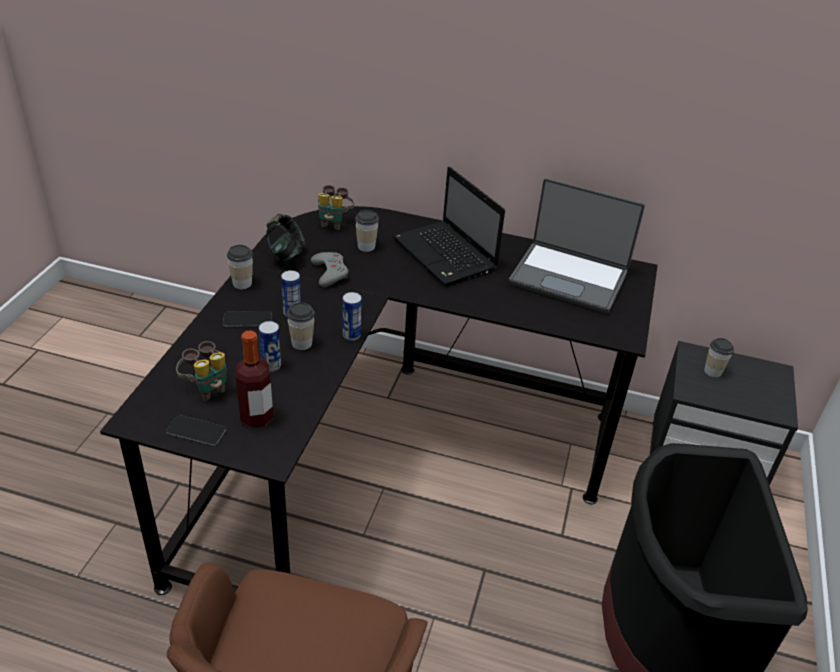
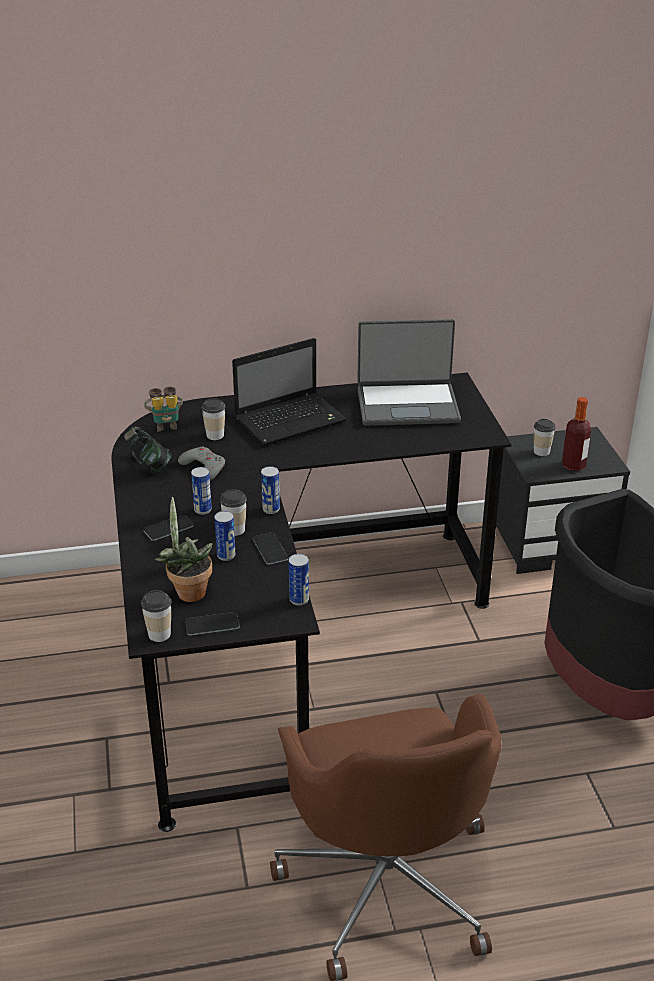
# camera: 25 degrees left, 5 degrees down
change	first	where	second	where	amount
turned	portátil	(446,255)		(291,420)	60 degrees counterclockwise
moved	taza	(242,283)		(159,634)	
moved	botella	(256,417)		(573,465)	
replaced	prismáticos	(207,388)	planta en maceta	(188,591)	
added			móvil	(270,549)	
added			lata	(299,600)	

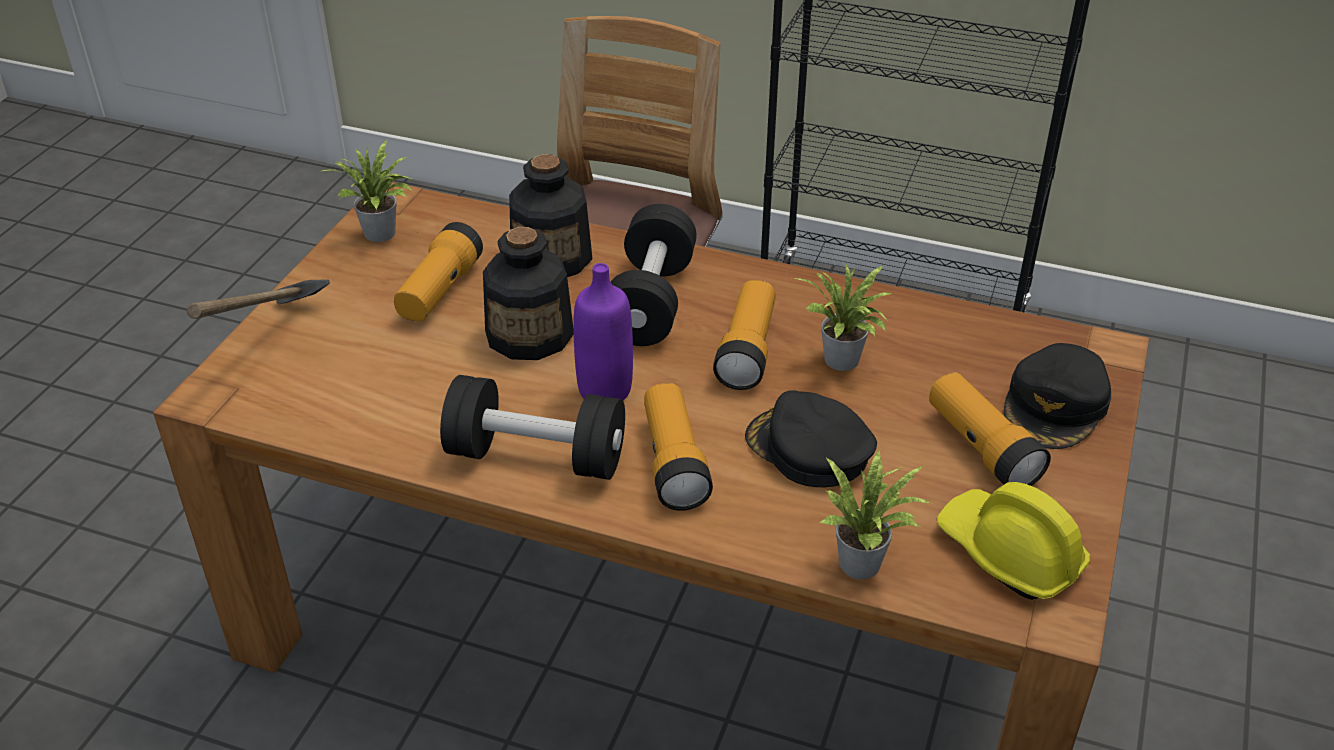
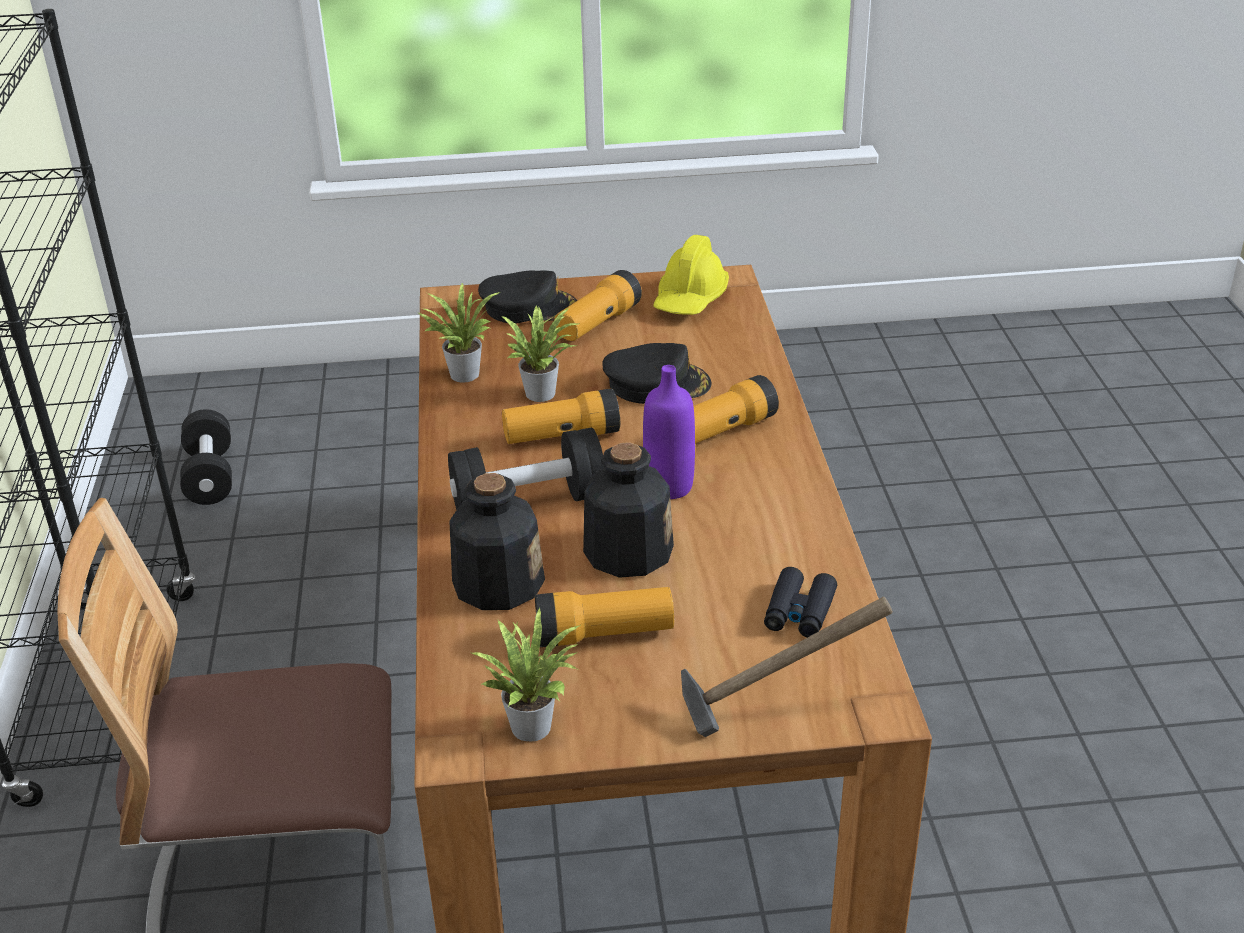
# camera: 115 degrees left, 5 degrees down
change	first	where	second	where	amount
moved	mancuerna/negro	(536,456)		(210,476)	
turned	gorra/negro	(808,449)		(657,383)	105 degrees counterclockwise
moved	planta en maceta	(865,563)		(462,373)	
added			prismáticos/negro	(799,612)	

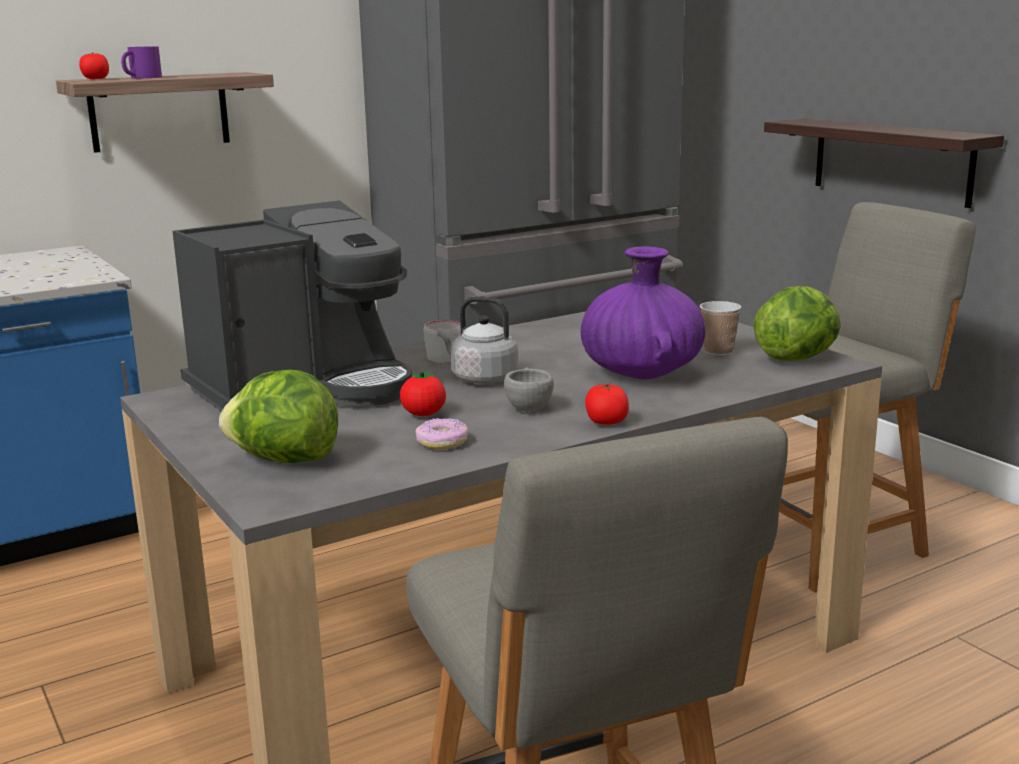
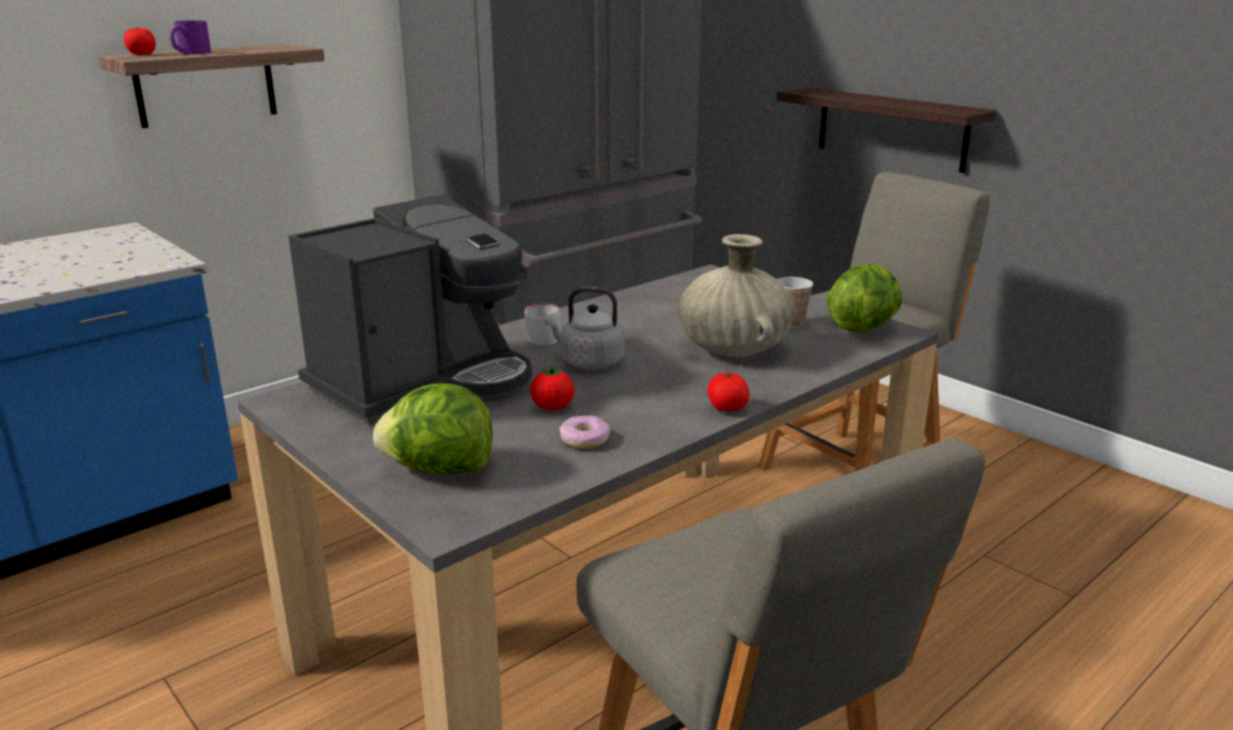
# camera: 10 degrees left, 5 degrees up
change	first	where	second	where	amount
recoloured	florero/morado	(642,372)	florero/beis	(734,349)	
removed	taza/gris	(528,406)			

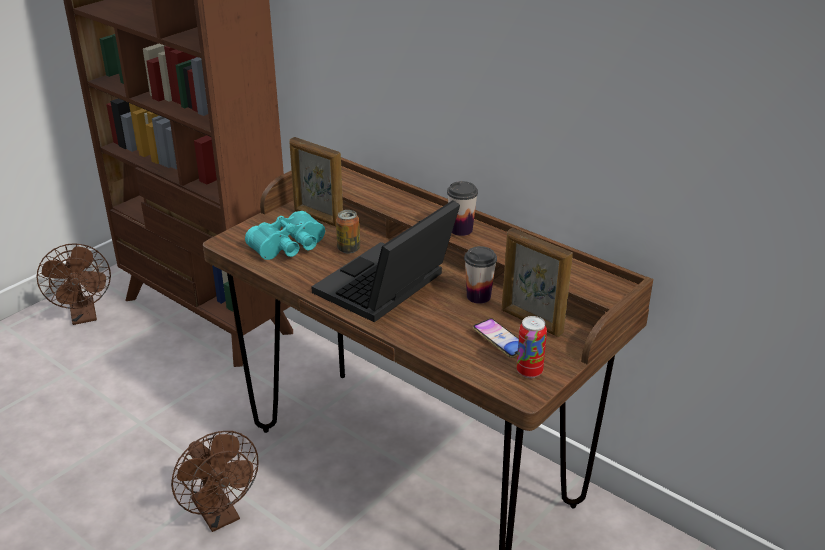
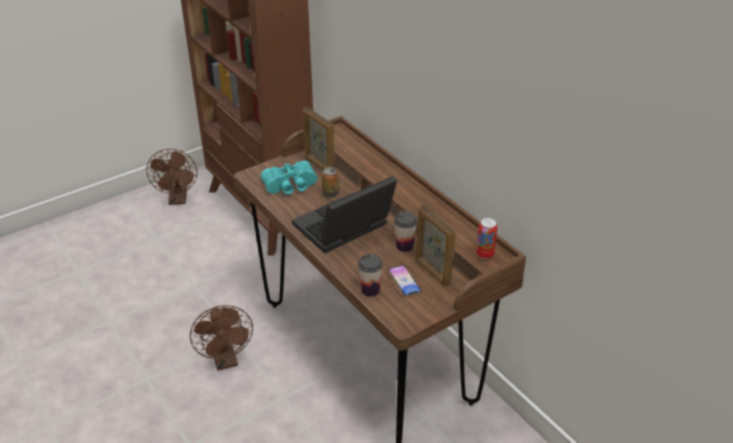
# camera: 15 degrees right, 5 degrees up
change	first	where	second	where	amount
moved	taza	(461,230)		(370,290)	
moved	lata	(529,371)		(484,254)	

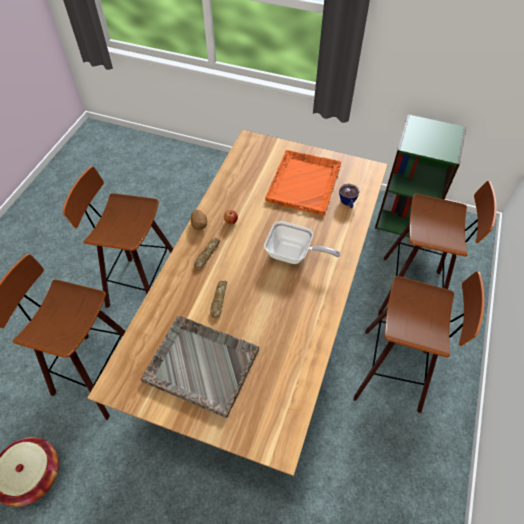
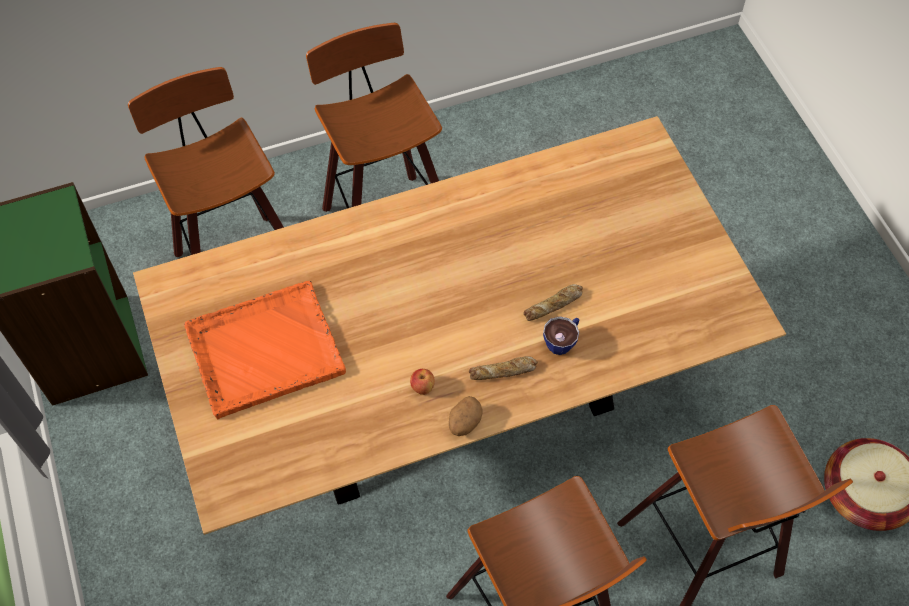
# camera: 130 degrees left, 5 degrees up
change	first	where	second	where	amount
moved	taza	(348,203)		(562,341)	
removed	sartén	(293,254)			
removed	bandeja/gris	(200,364)			

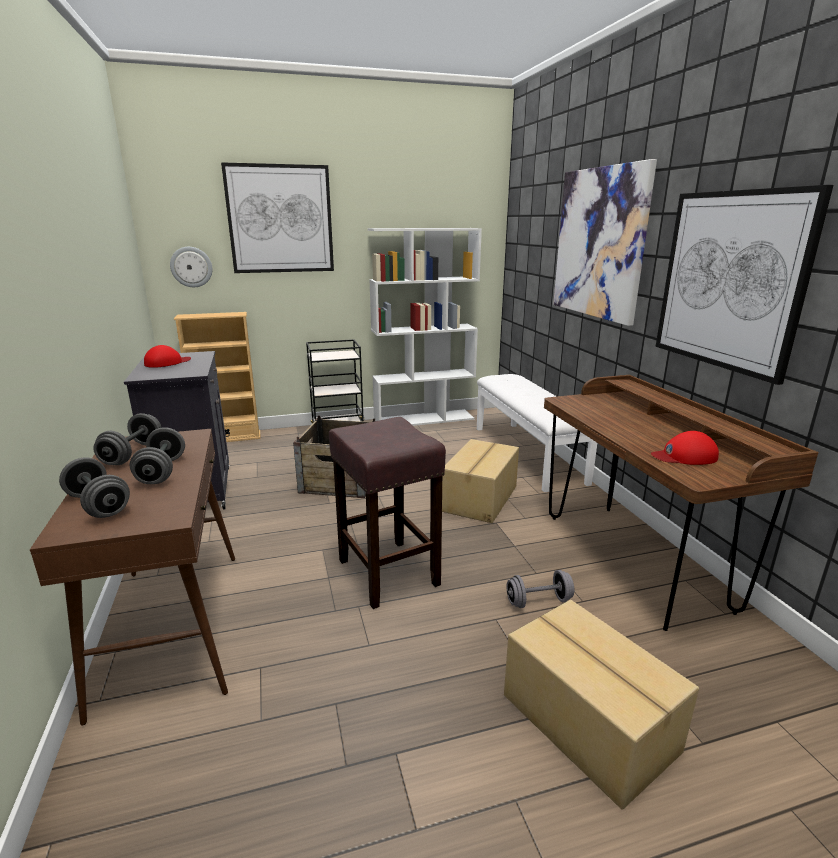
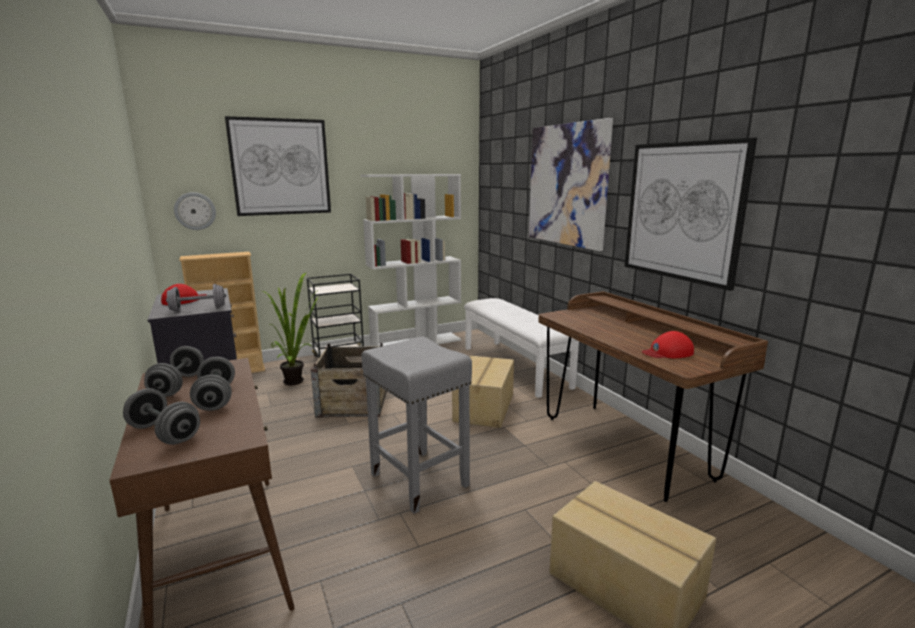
# camera: 10 degrees left, 5 degrees down
change	first	where	second	where	amount
recoloured	taburete/marrón	(387,571)	taburete/gris	(418,479)	
moved	mancuerna/gris	(538,601)		(198,309)	
added			planta en maceta	(298,380)	

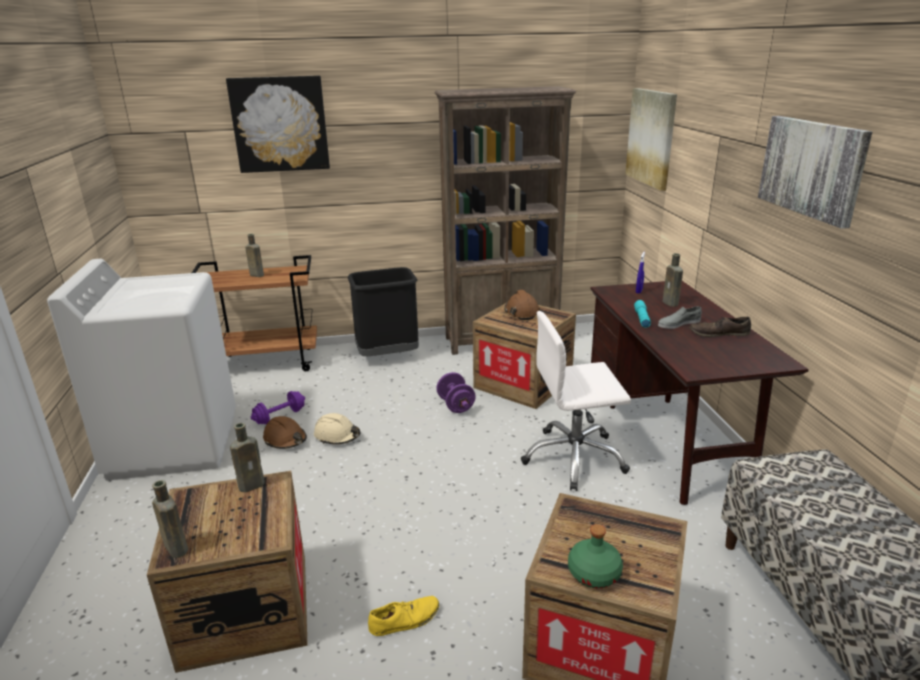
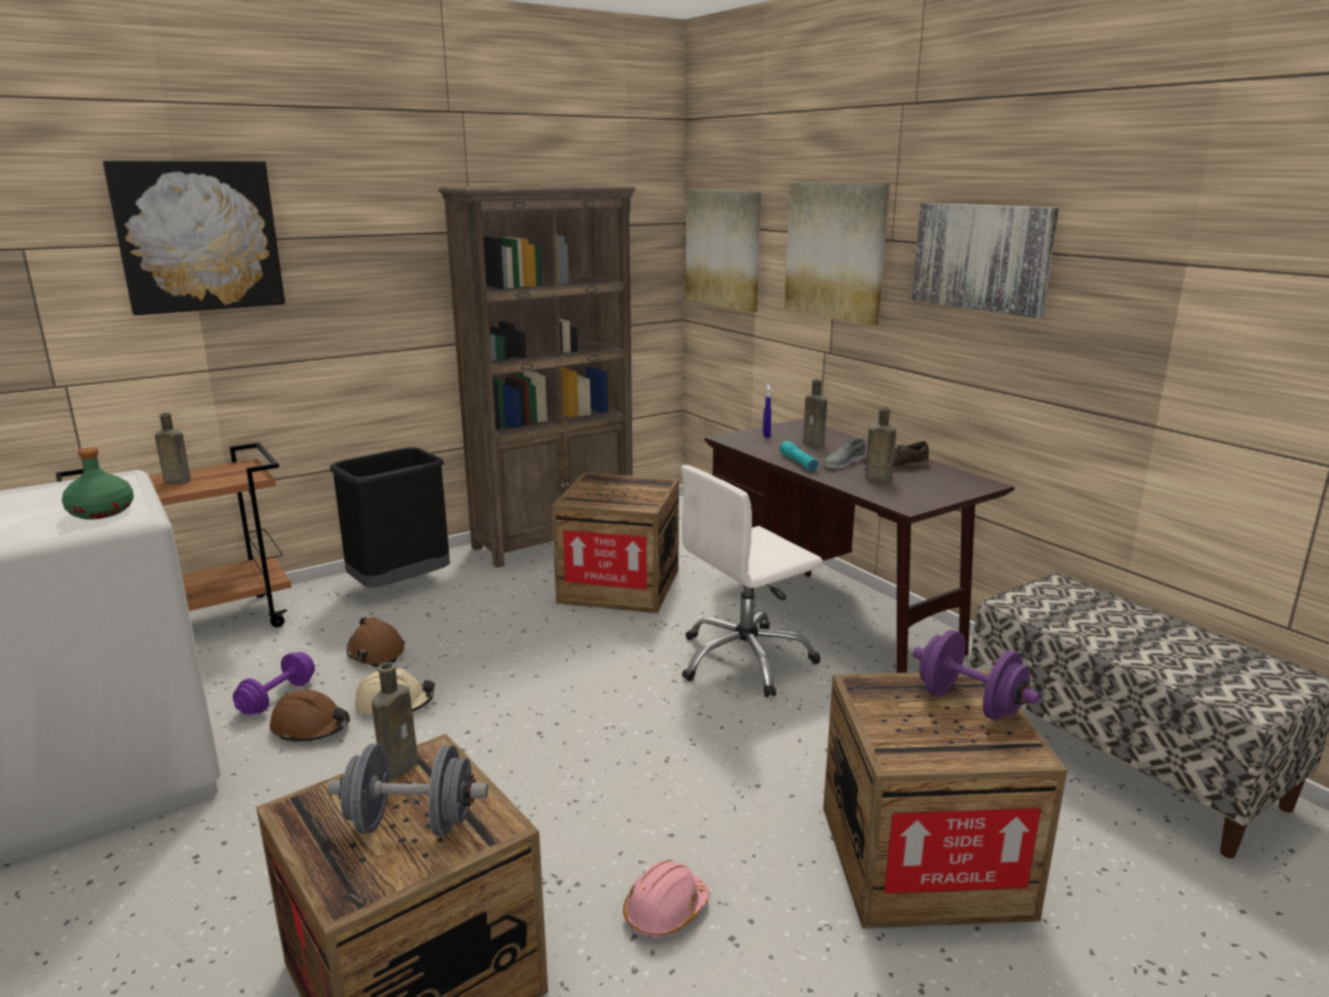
# camera: 25 degrees left, 5 degrees down
change	first	where	second	where	amount
moved	casco/marrón	(521,312)		(375,652)	
moved	mancuerna/morado	(456,405)		(969,704)	
moved	botella/marrón	(175,547)		(876,478)	
moved	botella/verde	(594,574)		(102,512)	
replaced	zapato/amarillo	(404,620)	casco/rosa	(666,911)	
added			cuadro	(835,251)	
added			mancuerna/gris	(412,823)	

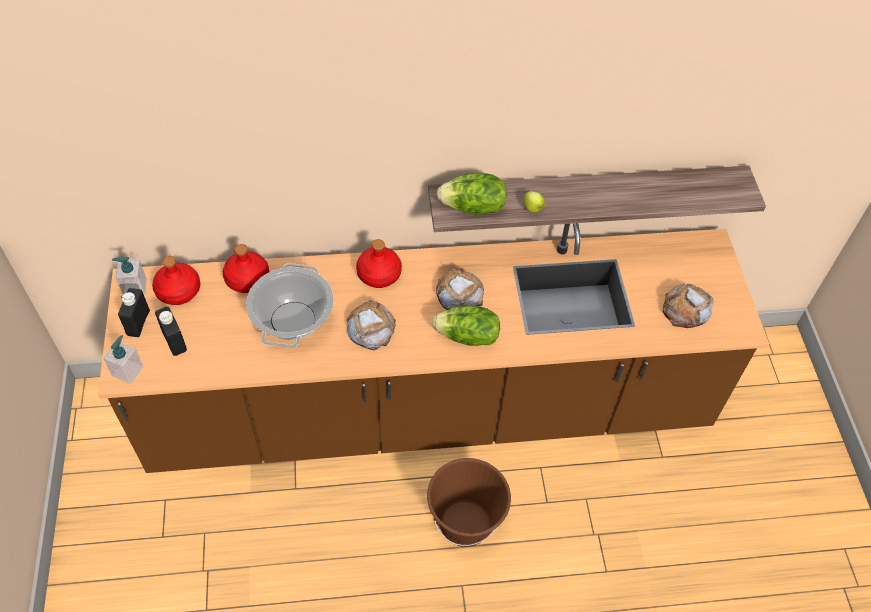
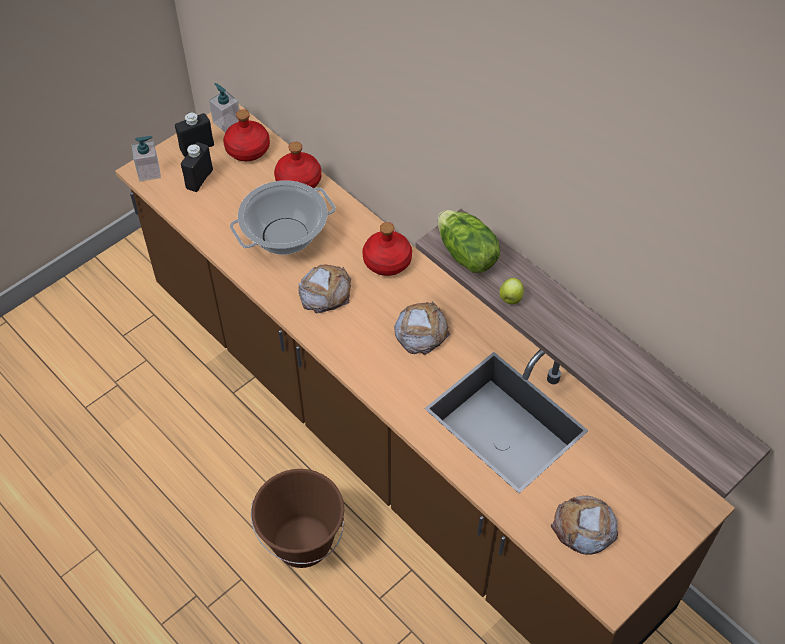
# camera: 55 degrees right, 0 degrees up
change	first	where	second	where	amount
removed	lechuga	(467,337)			

